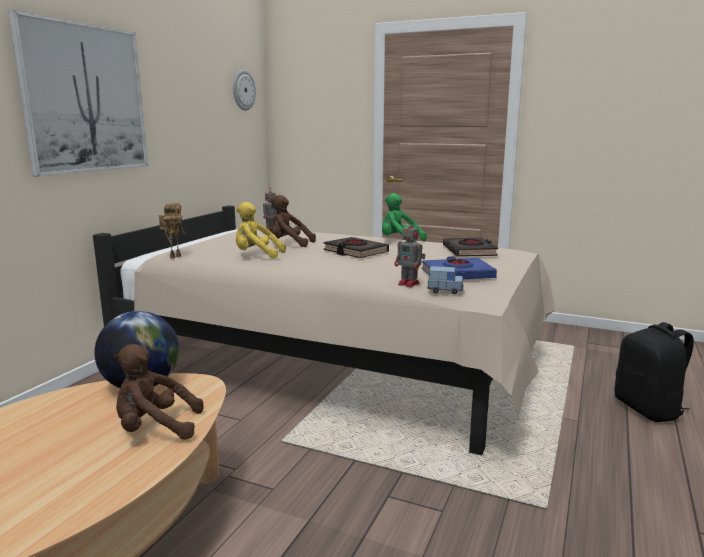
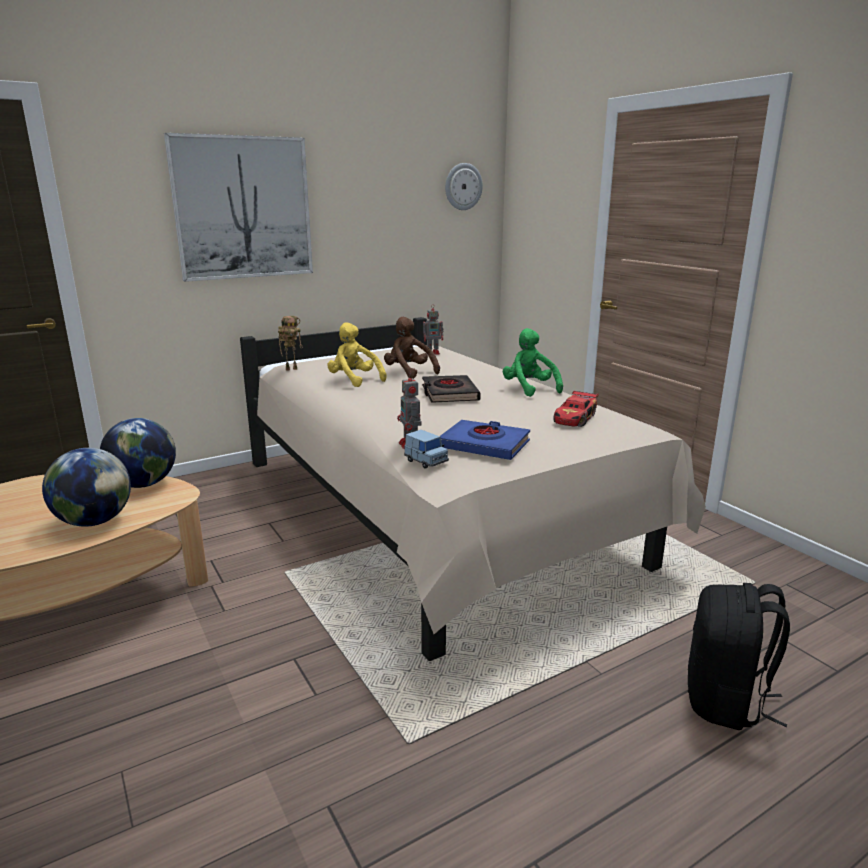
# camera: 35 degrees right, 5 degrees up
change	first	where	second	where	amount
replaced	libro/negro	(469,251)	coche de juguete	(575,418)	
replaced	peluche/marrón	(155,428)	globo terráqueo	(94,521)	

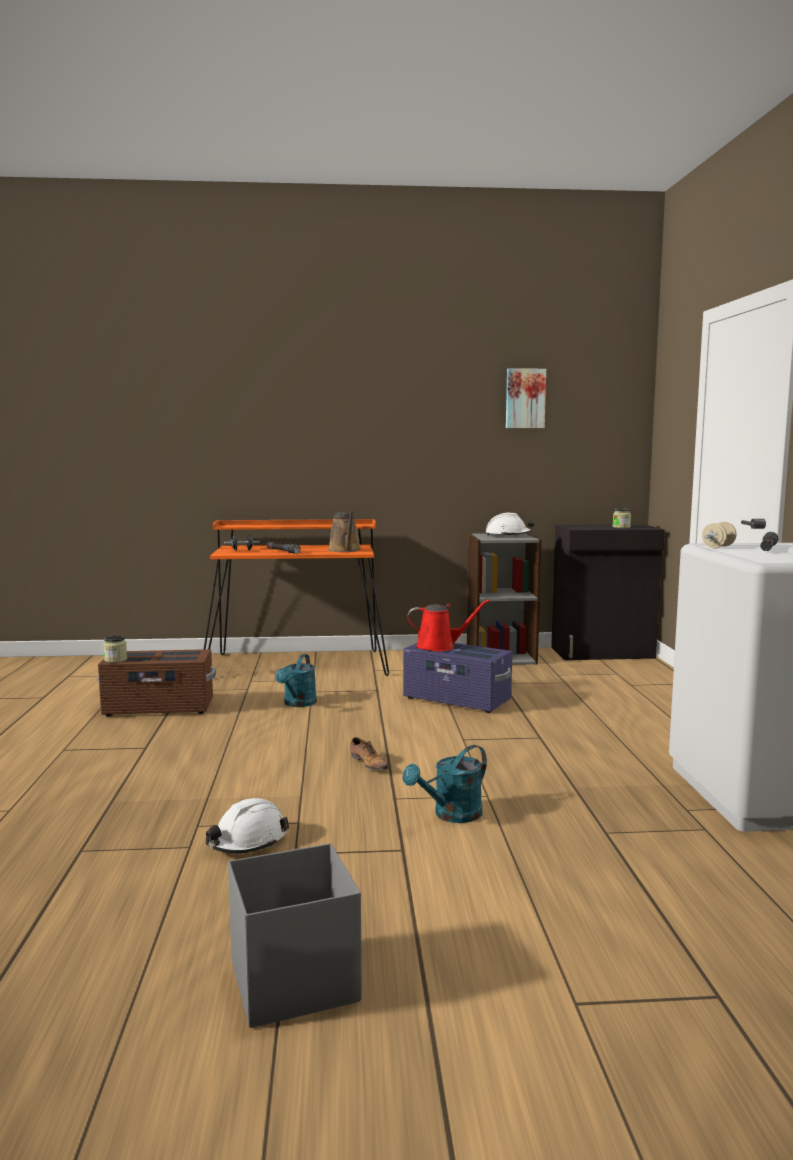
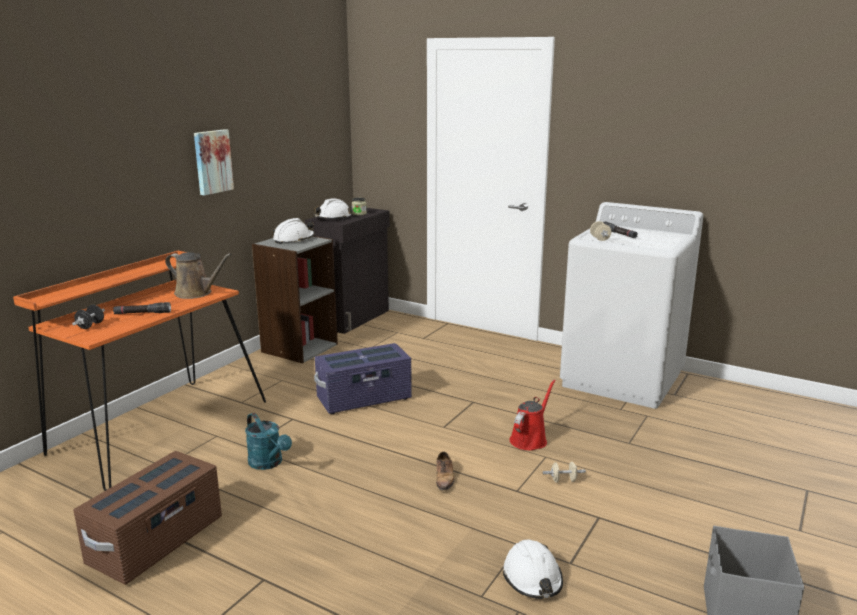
# camera: 55 degrees left, 10 degrees up
change	first	where	second	where	amount
moved	cuadro	(525,398)		(212,161)	
moved	regadera/rojo	(439,646)		(530,439)	
removed	tarro	(115,660)			
turned	zapato	(369,764)		(444,478)	90 degrees clockwise
replaced	regadera/turquesa	(451,815)	mancuerna/beis	(563,480)	
added			casco/blanco	(332,218)	

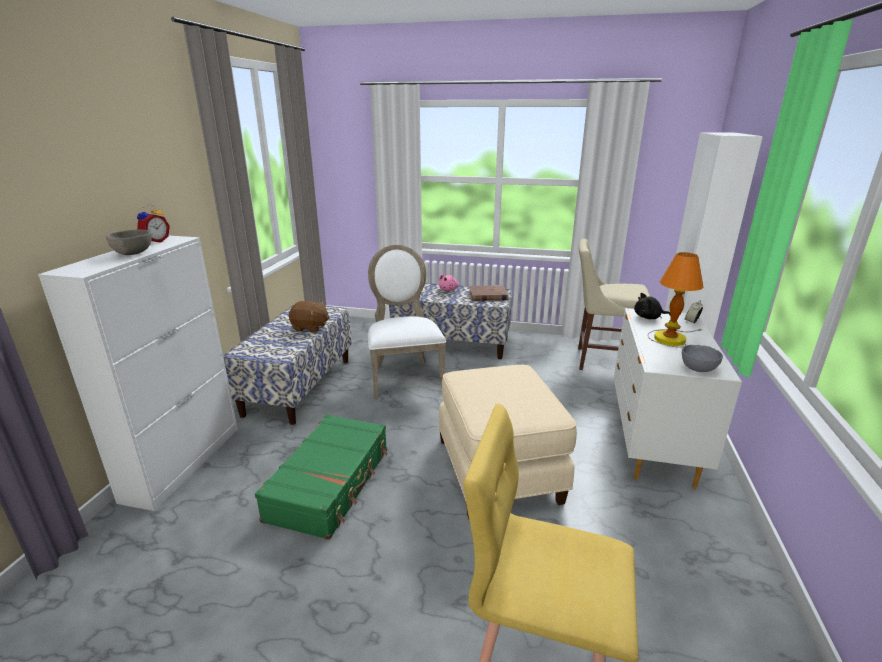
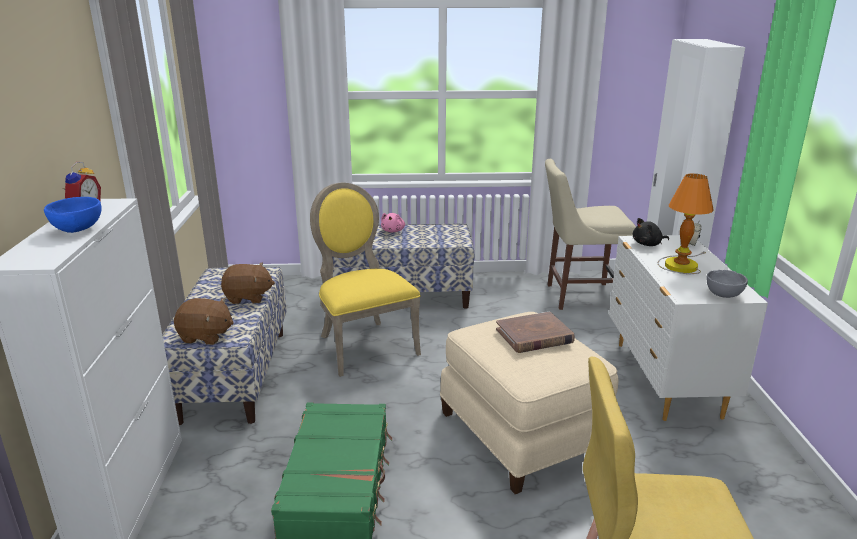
# camera: 15 degrees left, 0 degrees up
change	first	where	second	where	amount
recoloured	cuenco/gris	(133,253)	cuenco/azul	(77,229)	
recoloured	silla/blanco	(404,377)	silla/amarillo	(364,344)	
moved	libro/marrón	(488,295)		(534,336)	
added			peluche/marrón	(205,336)	

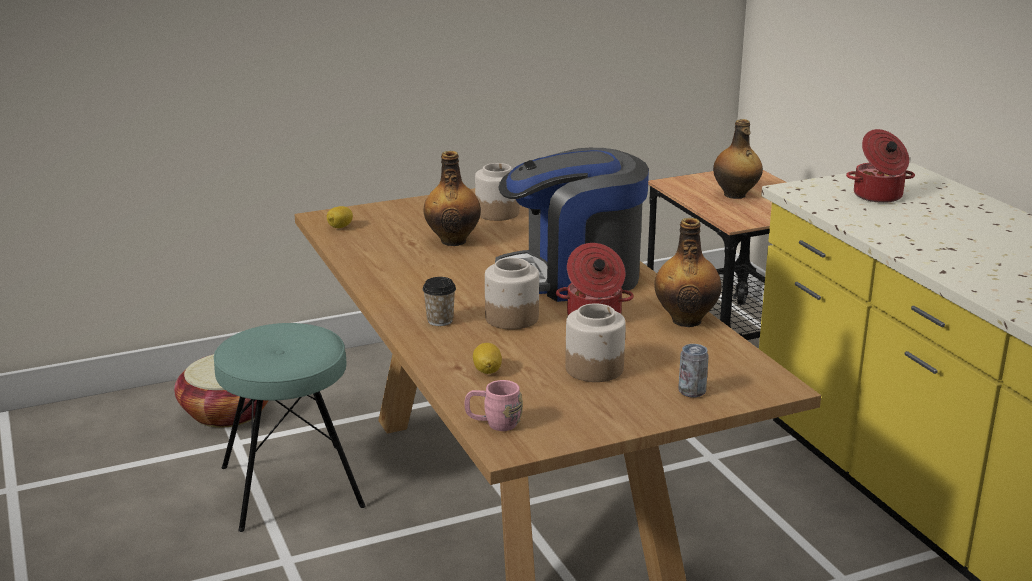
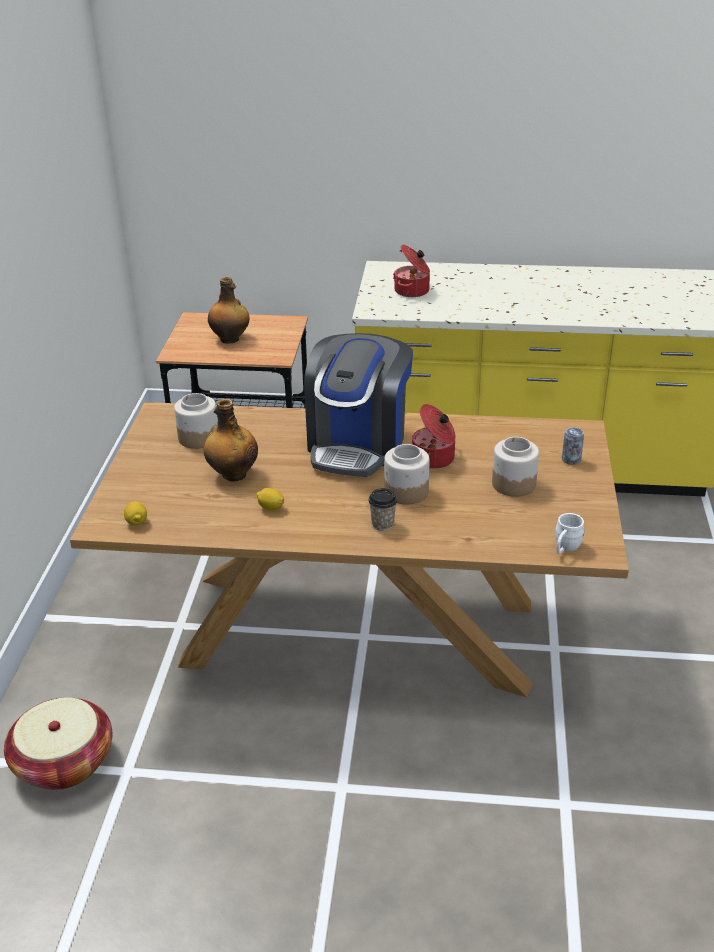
# camera: 60 degrees left, 10 degrees up
change	first	where	second	where	amount
removed	botella	(686,319)			
removed	taburete/turquesa	(292,486)			
moved	limón	(487,371)		(271,508)	
recoloured	taza grande/rosa	(494,423)	taza grande/blanco	(565,548)	

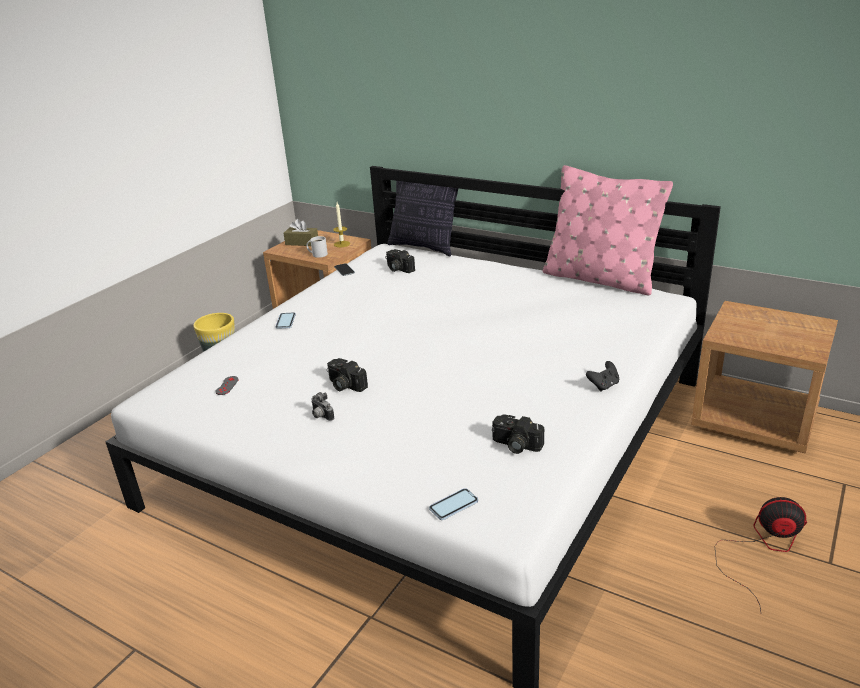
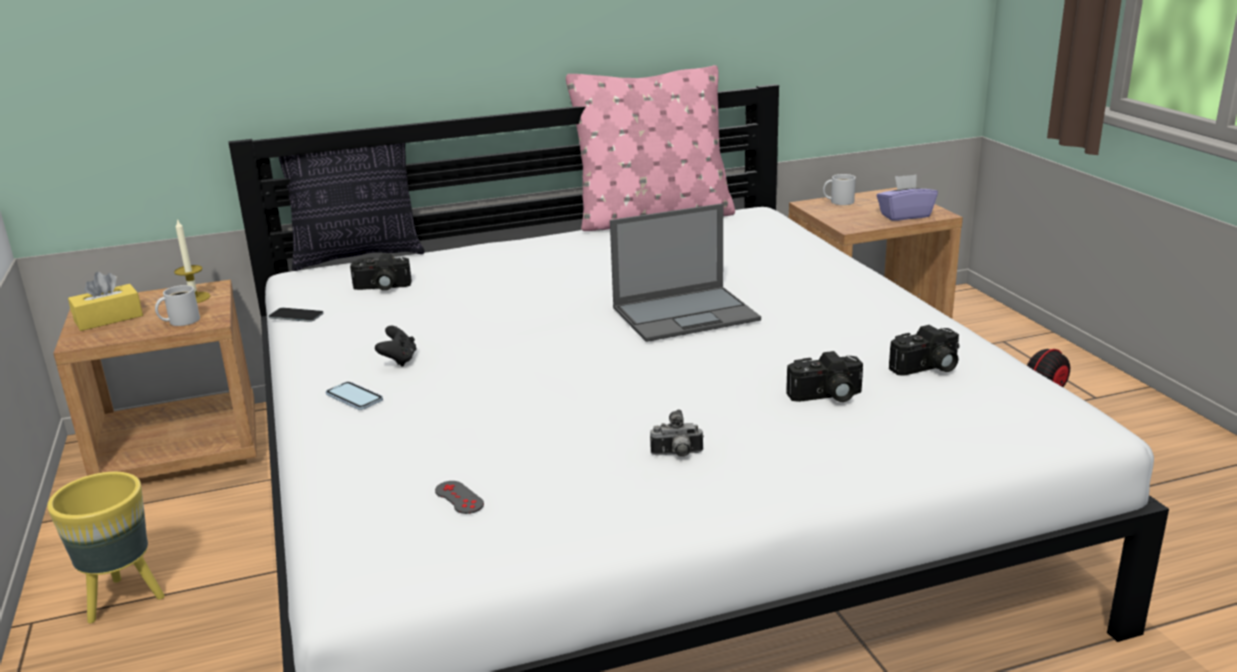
# camera: 50 degrees left, 5 degrees down
change	first	where	second	where	amount
recoloured	caja de pañuelos/marrón	(302,242)	caja de pañuelos/amarillo	(108,318)	
moved	cámara	(344,385)		(826,396)	
moved	mando de consola/negro	(603,385)		(399,360)	
removed	móvil	(453,505)			
added			taza grande/blanco	(839,201)	
added			caja de pañuelos/morado	(904,215)	
added			portátil	(687,314)	

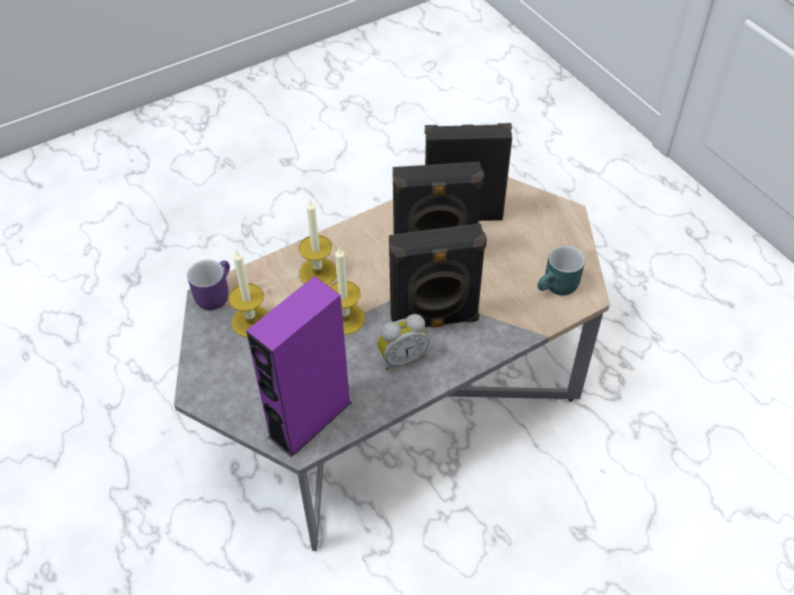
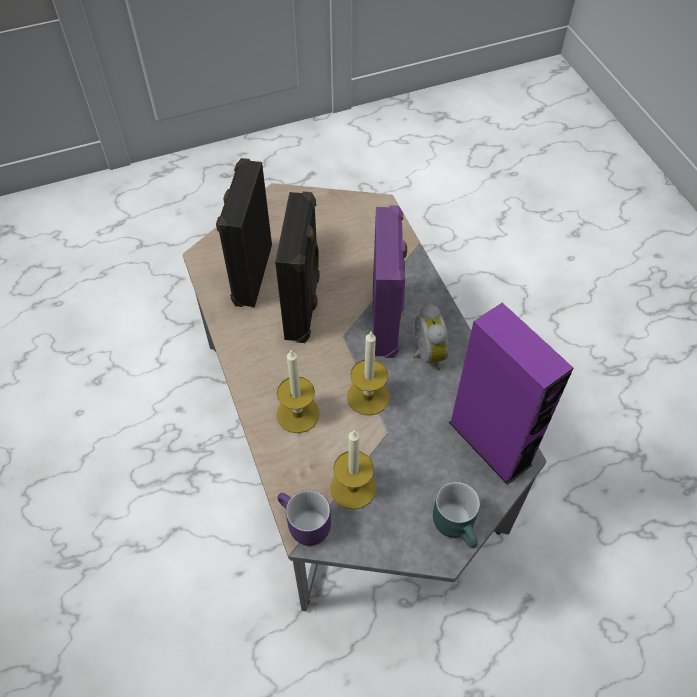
# camera: 80 degrees left, 5 degrees up
change	first	where	second	where	amount
recoloured	altavoz/negro	(434,321)	altavoz/morado	(386,321)	
moved	taza grande/turquesa	(558,288)		(458,525)	

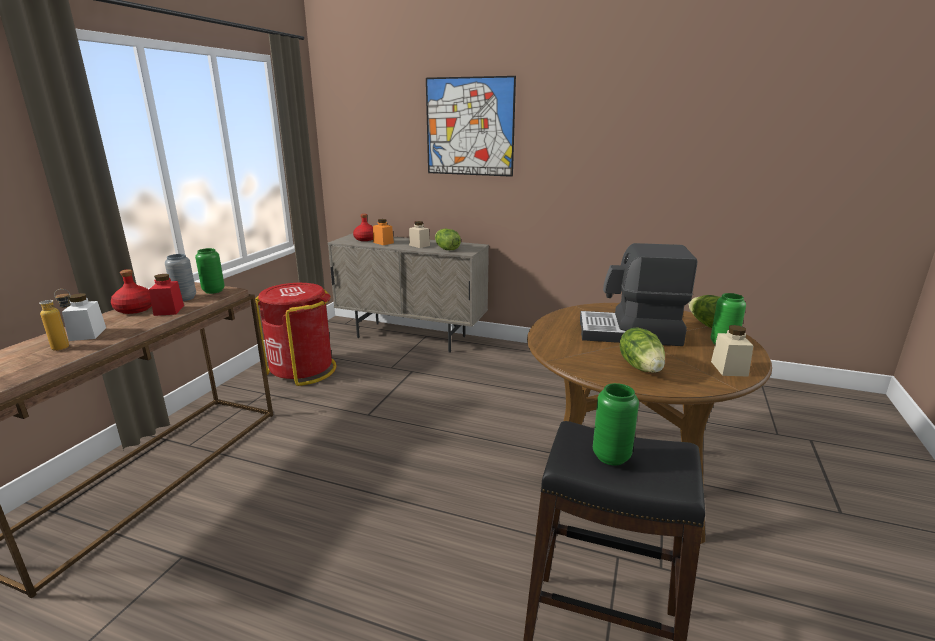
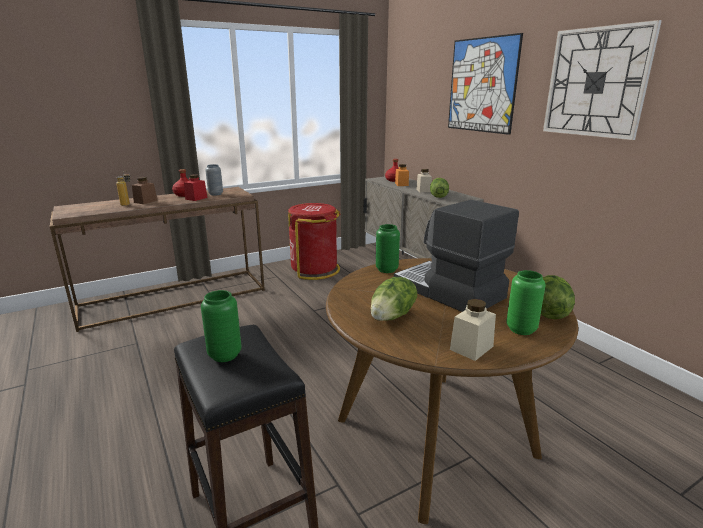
# camera: 40 degrees right, 0 degrees up
change	first	where	second	where	amount
moved	florero/verde	(213,291)		(386,270)	
recoloured	tarro/blanco	(88,334)	tarro/marrón	(145,201)	
added			reloj de pared	(596,82)	

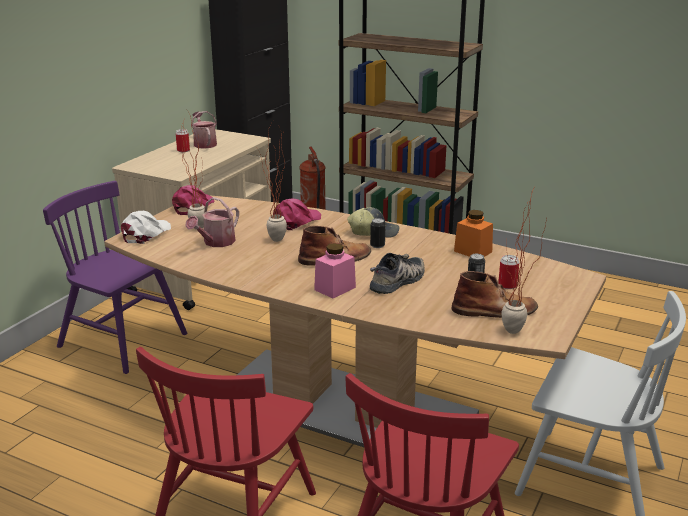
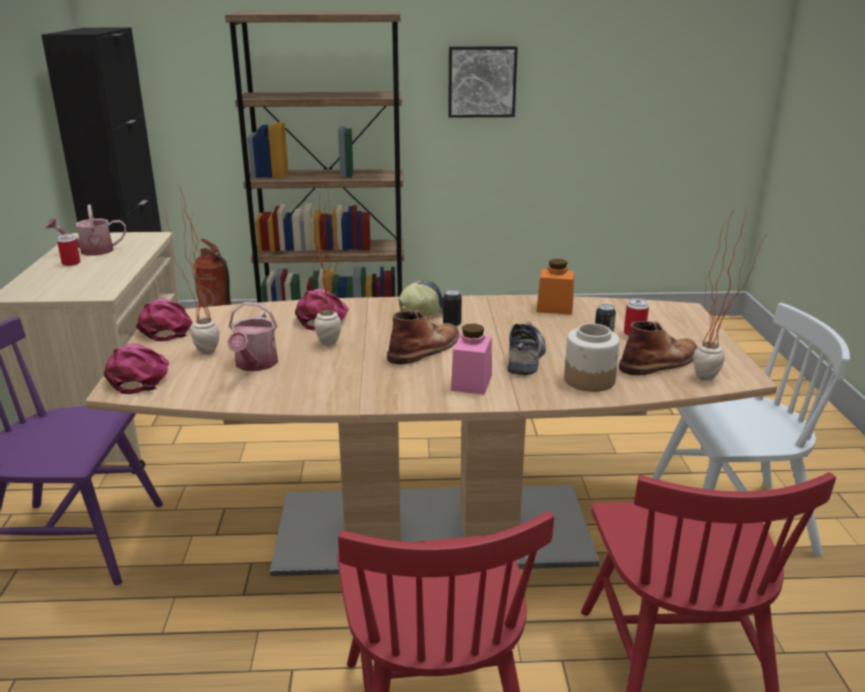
# camera: 30 degrees left, 0 degrees up
change	first	where	second	where	amount
turned	regadera	(204,144)		(91,251)	60 degrees counterclockwise
recoloured	gorra/blanco	(145,234)	gorra/rosa	(140,376)	
added			cuadro	(481,81)	
added			tarro	(590,380)	

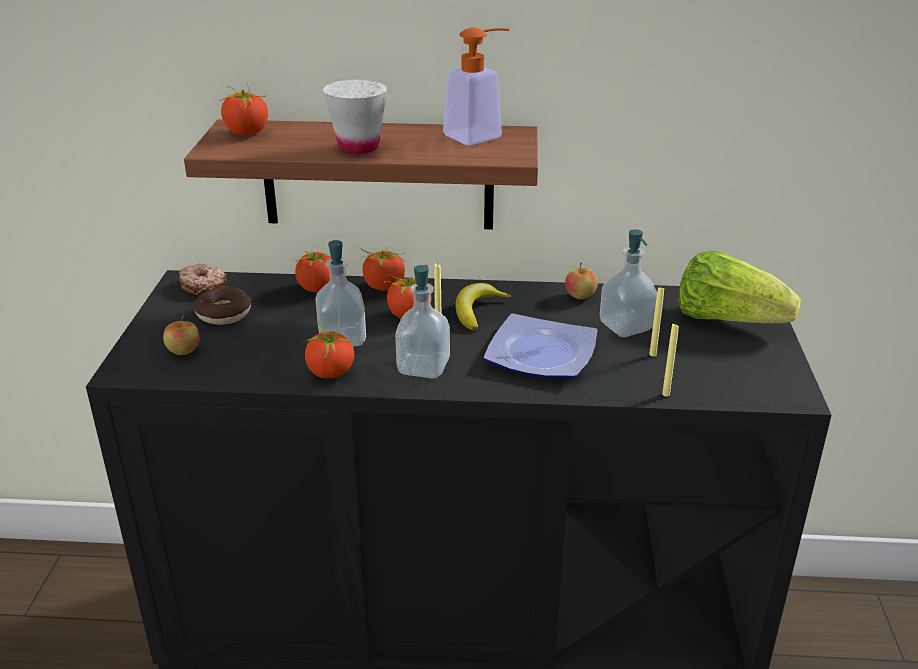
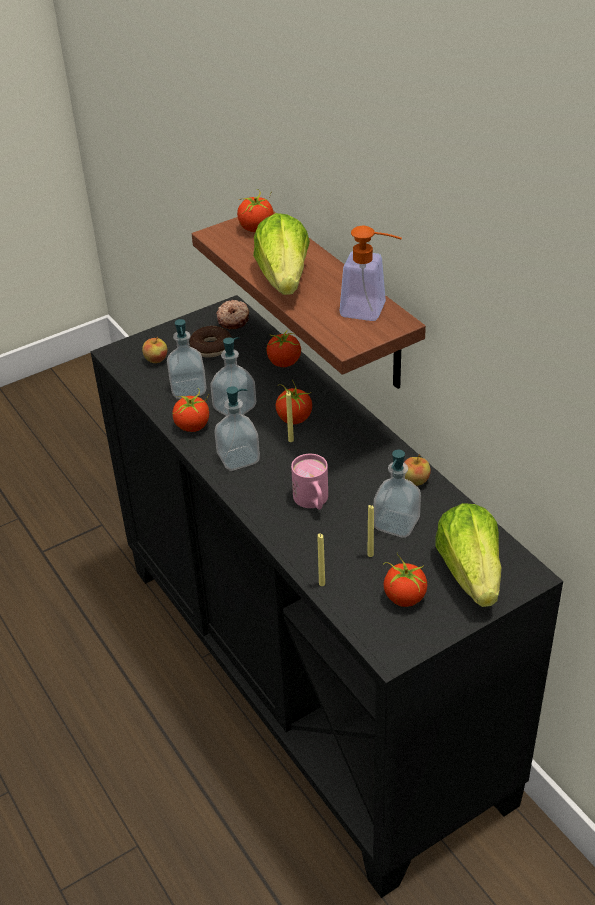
# camera: 55 degrees right, 10 degrees up
change	first	where	second	where	amount
replaced	taza/blanco	(358,147)	lechuga	(284,278)	
moved	tomate	(384,287)		(404,597)	
removed	plátano	(477,311)			
replaced	plato	(543,353)	taza grande/rosa	(313,502)	
added			dispensador de jabón	(188,389)	

